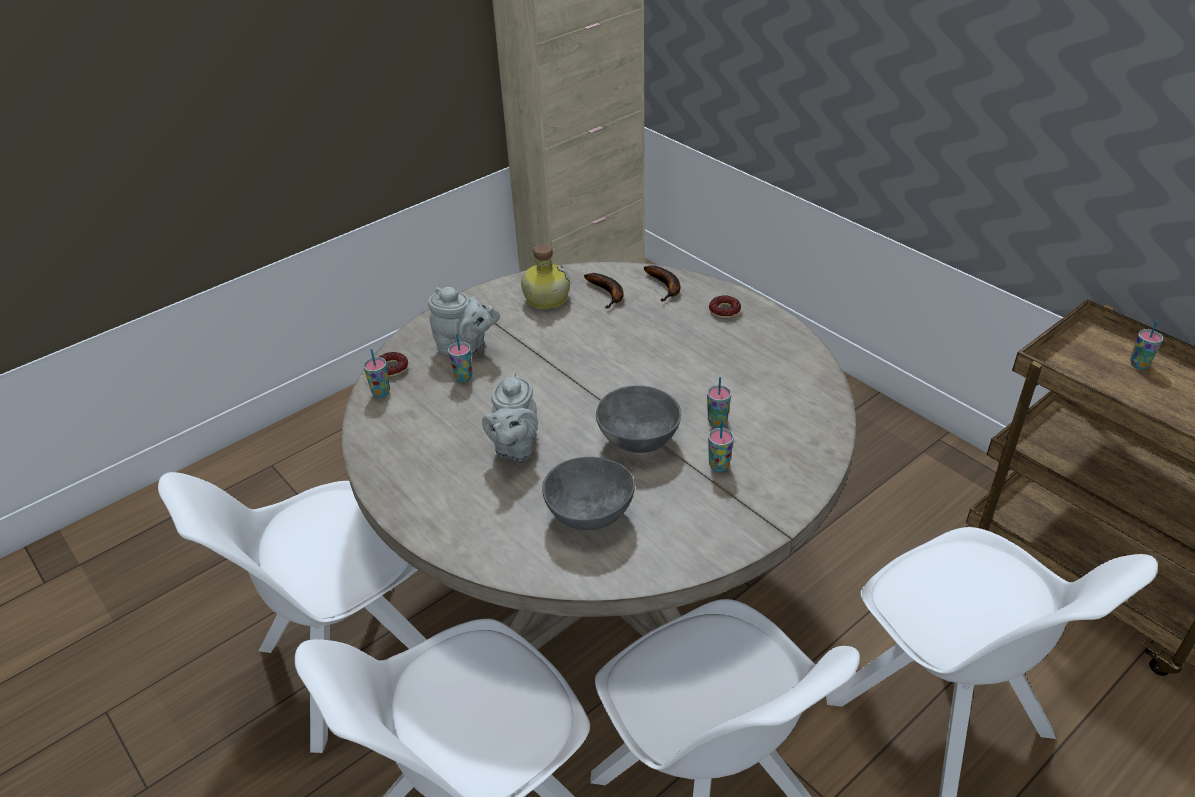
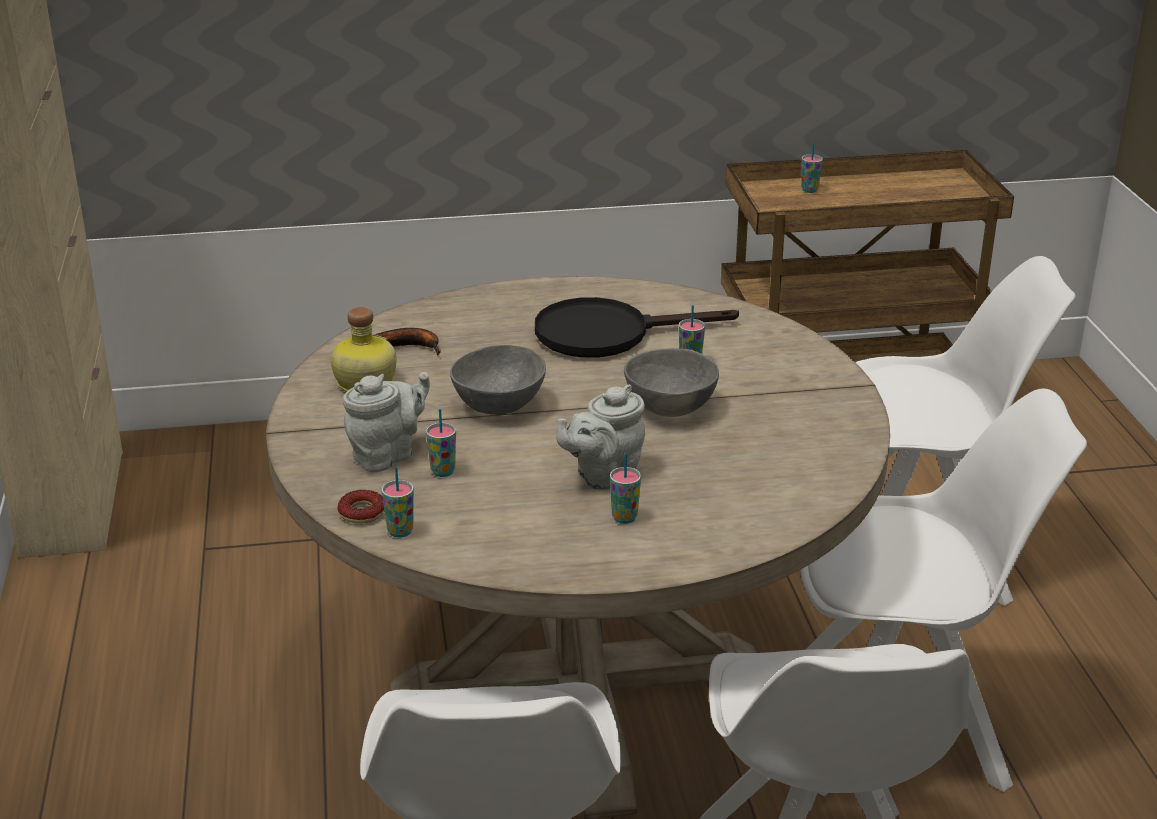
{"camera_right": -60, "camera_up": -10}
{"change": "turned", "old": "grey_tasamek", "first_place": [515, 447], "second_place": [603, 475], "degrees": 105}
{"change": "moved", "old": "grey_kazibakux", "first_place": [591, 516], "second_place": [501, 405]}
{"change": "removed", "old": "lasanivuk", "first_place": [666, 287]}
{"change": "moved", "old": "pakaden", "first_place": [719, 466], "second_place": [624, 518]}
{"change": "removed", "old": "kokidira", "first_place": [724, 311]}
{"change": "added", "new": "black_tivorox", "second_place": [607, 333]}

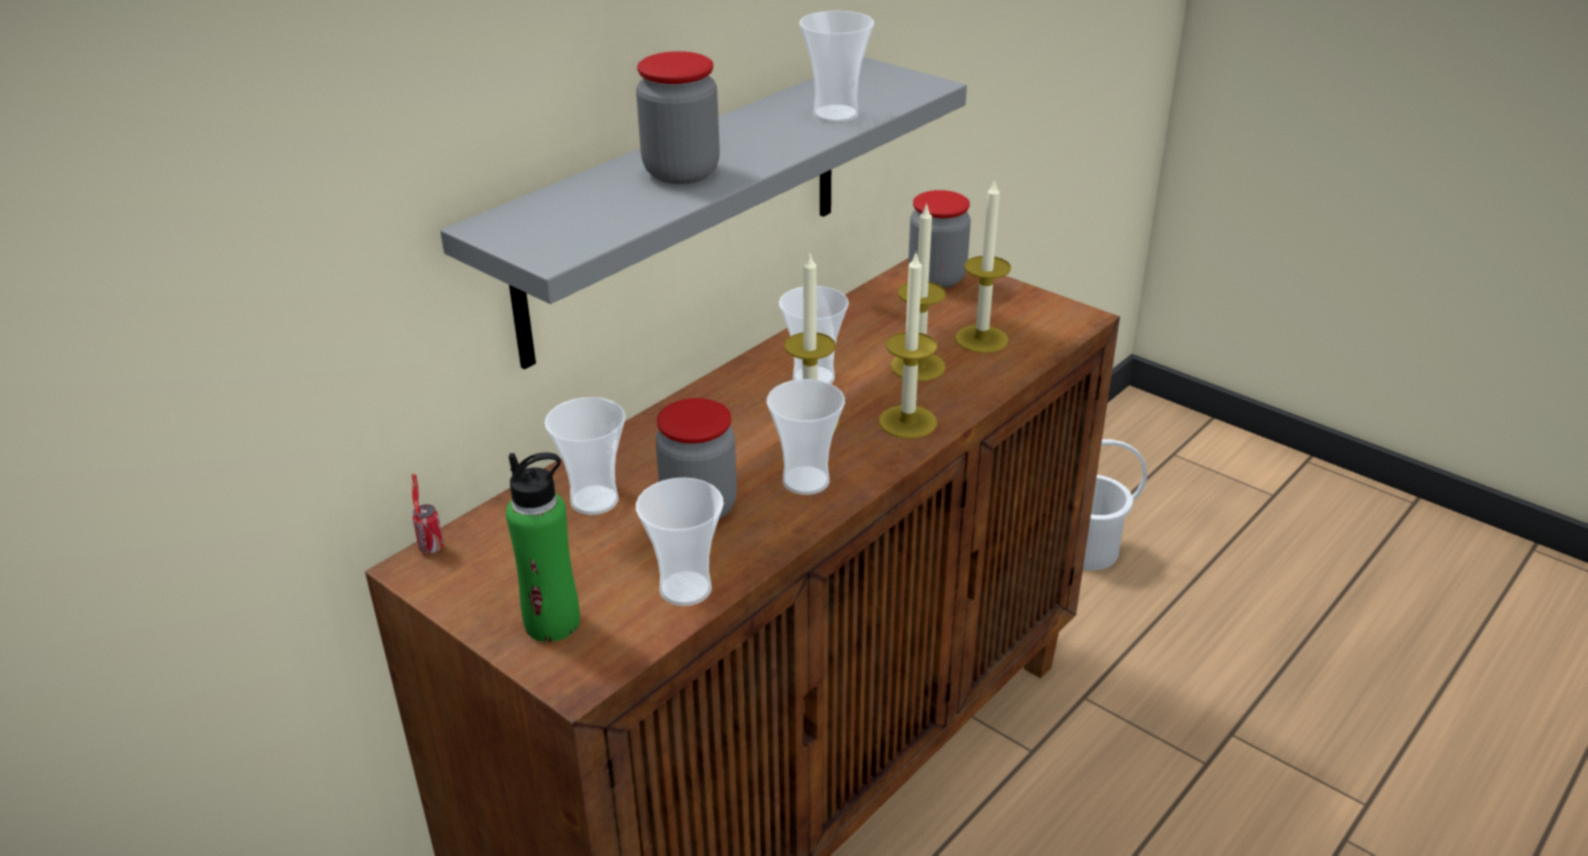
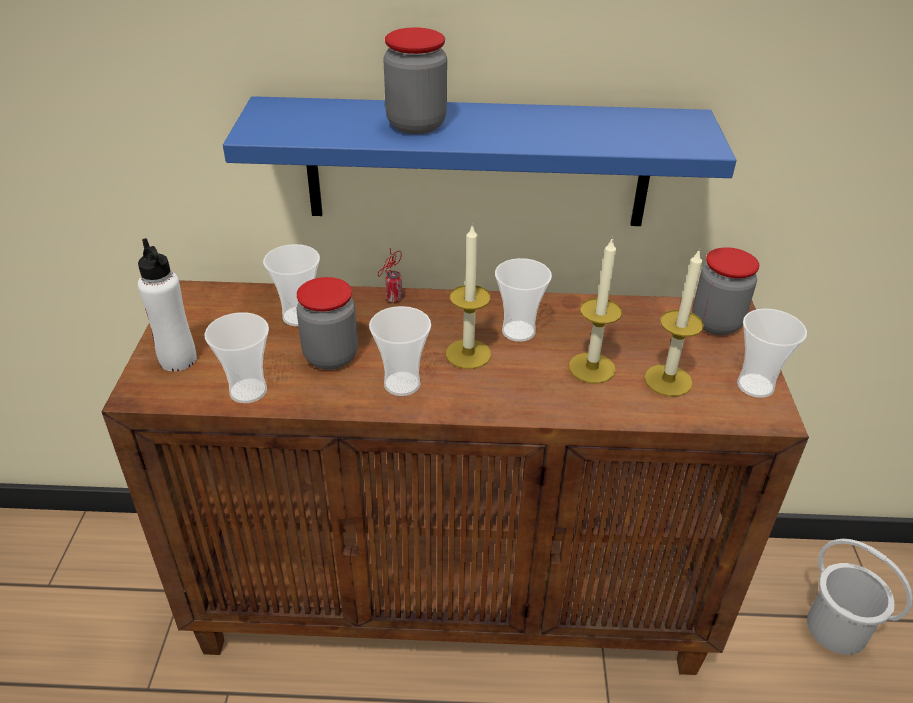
{"camera_right": 50, "camera_up": 5}
{"change": "moved", "old": "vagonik", "first_place": [431, 550], "second_place": [392, 300]}
{"change": "recoloured", "old": "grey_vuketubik", "new": "blue_vuketubik", "first_place": [685, 208], "second_place": [477, 163]}
{"change": "recoloured", "old": "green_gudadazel", "new": "white_gudadazel", "first_place": [552, 623], "second_place": [178, 360]}
{"change": "moved", "old": "pakaden", "first_place": [835, 114], "second_place": [755, 386]}
{"change": "removed", "old": "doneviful", "first_place": [907, 422]}

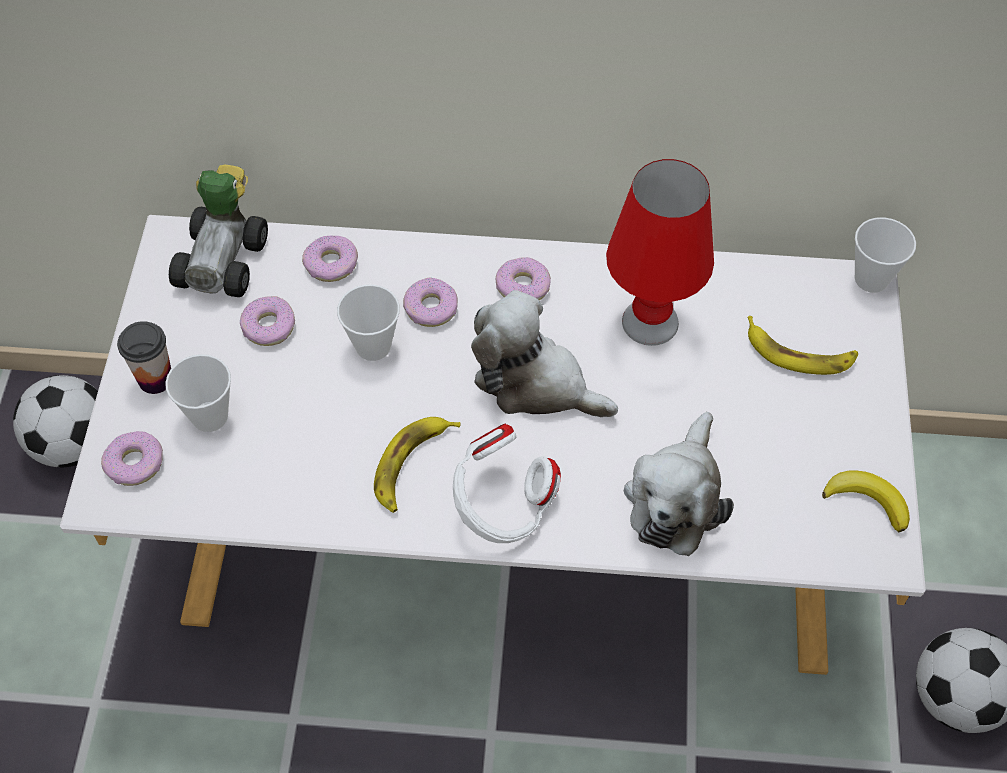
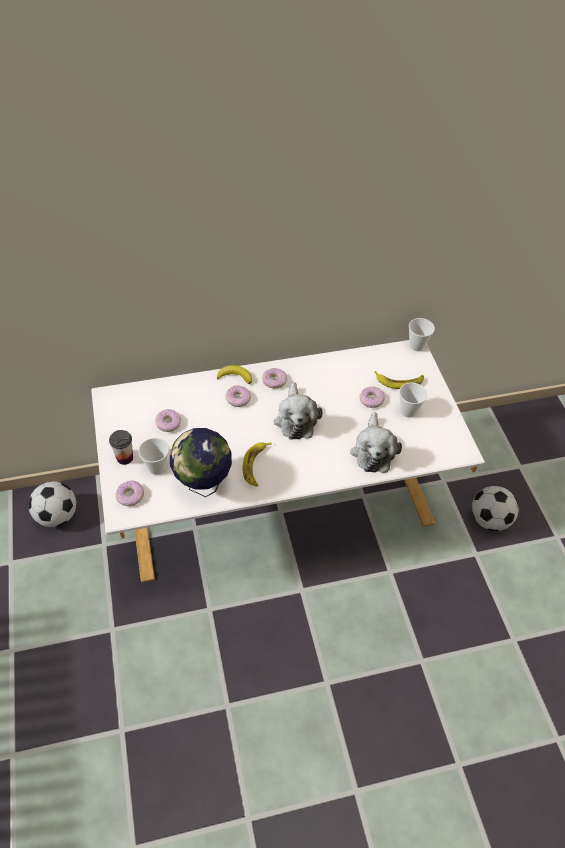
{"camera_right": -20, "camera_up": -5}
{"change": "removed", "old": "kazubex", "first_place": [226, 258]}
{"change": "moved", "old": "kokidira", "first_place": [331, 264], "second_place": [371, 400]}
{"change": "moved", "old": "pakaden", "first_place": [373, 346], "second_place": [408, 411]}
{"change": "removed", "old": "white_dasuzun", "first_place": [503, 506]}
{"change": "turned", "old": "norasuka", "first_place": [535, 382], "second_place": [295, 419], "degrees": -105}
{"change": "removed", "old": "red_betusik", "first_place": [650, 322]}
{"change": "moved", "old": "lasanivuk", "first_place": [867, 501], "second_place": [235, 376]}
{"change": "added", "new": "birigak", "second_place": [203, 485]}

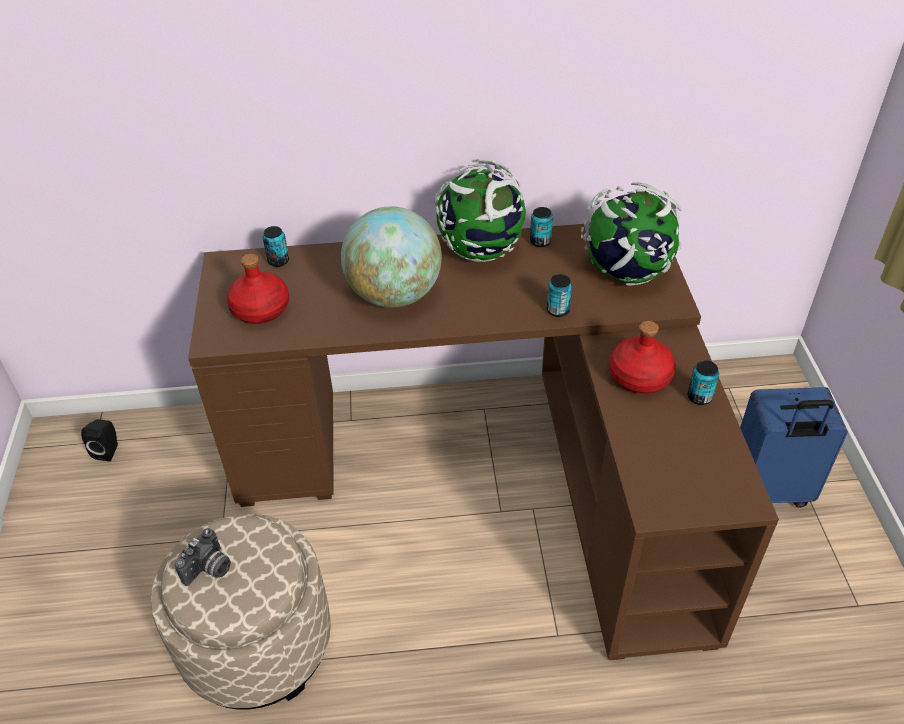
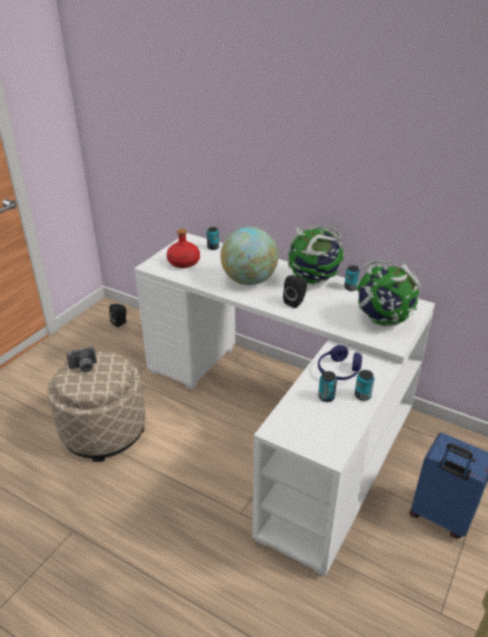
{"camera_right": 35, "camera_up": -10}
{"change": "recoloured", "old": "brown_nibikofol", "new": "white_nibikofol", "first_place": [494, 468], "second_place": [284, 418]}
{"change": "moved", "old": "vagonik", "first_place": [558, 310], "second_place": [326, 397]}
{"change": "replaced", "old": "red_gudadazel", "new": "blue_dasuzun", "first_place": [639, 377], "second_place": [338, 371]}
{"change": "added", "new": "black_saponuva", "second_place": [296, 302]}

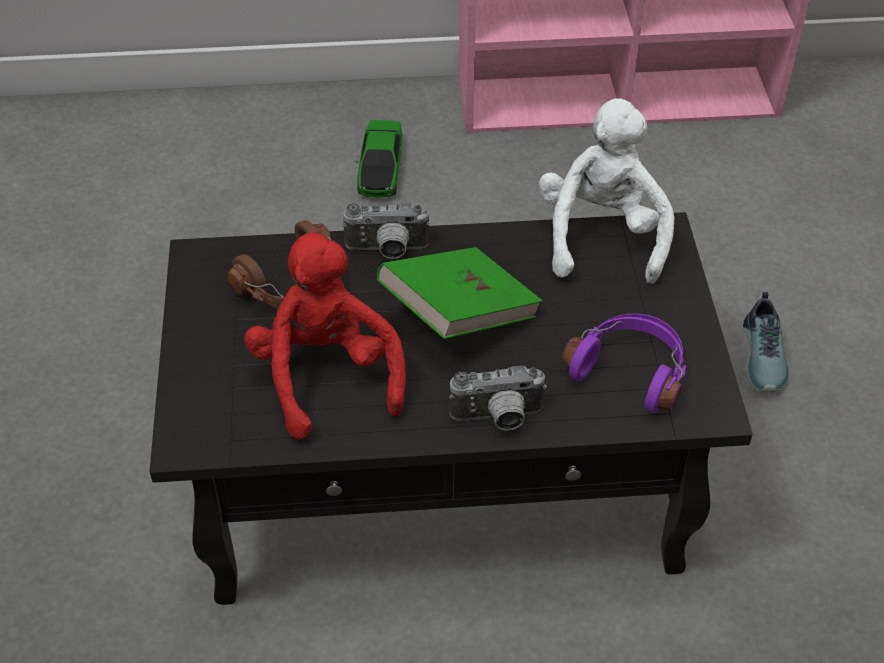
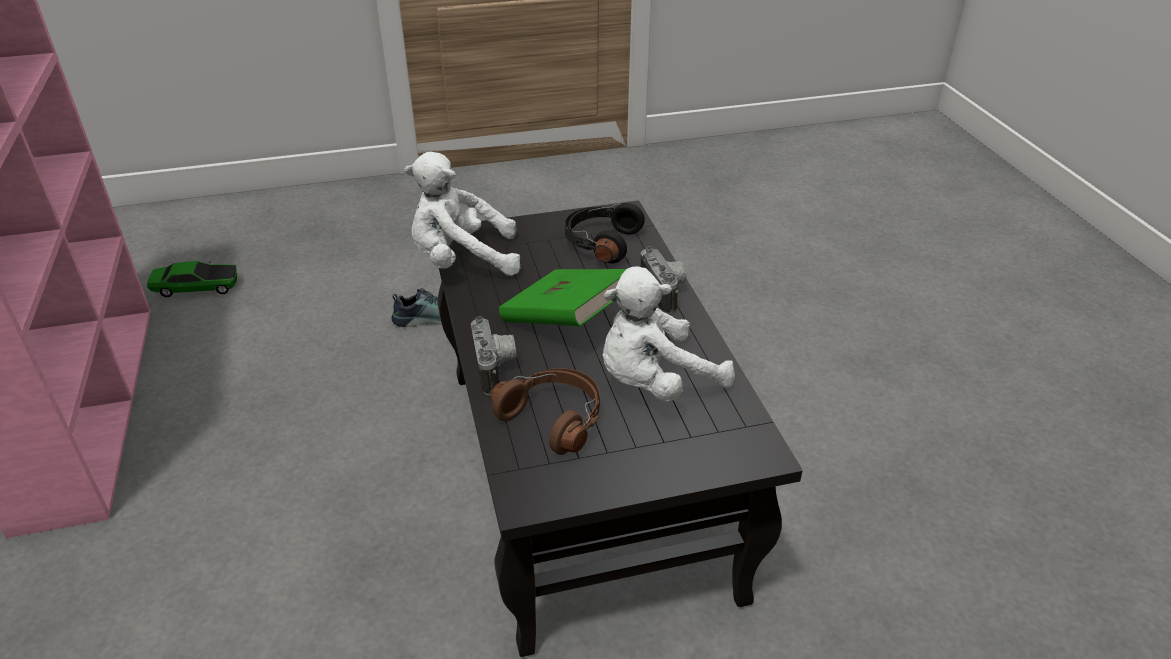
{"camera_right": -100, "camera_up": -10}
{"change": "recoloured", "old": "red_norasuka", "new": "white_norasuka", "first_place": [326, 375], "second_place": [655, 382]}
{"change": "moved", "old": "kazubex", "first_place": [381, 169], "second_place": [197, 287]}
{"change": "recoloured", "old": "purple_dasuzun", "new": "black_dasuzun", "first_place": [630, 370], "second_place": [600, 243]}

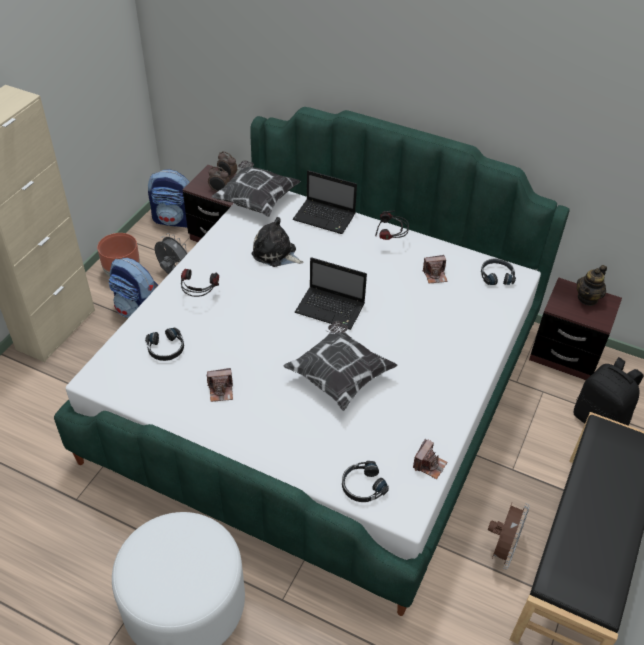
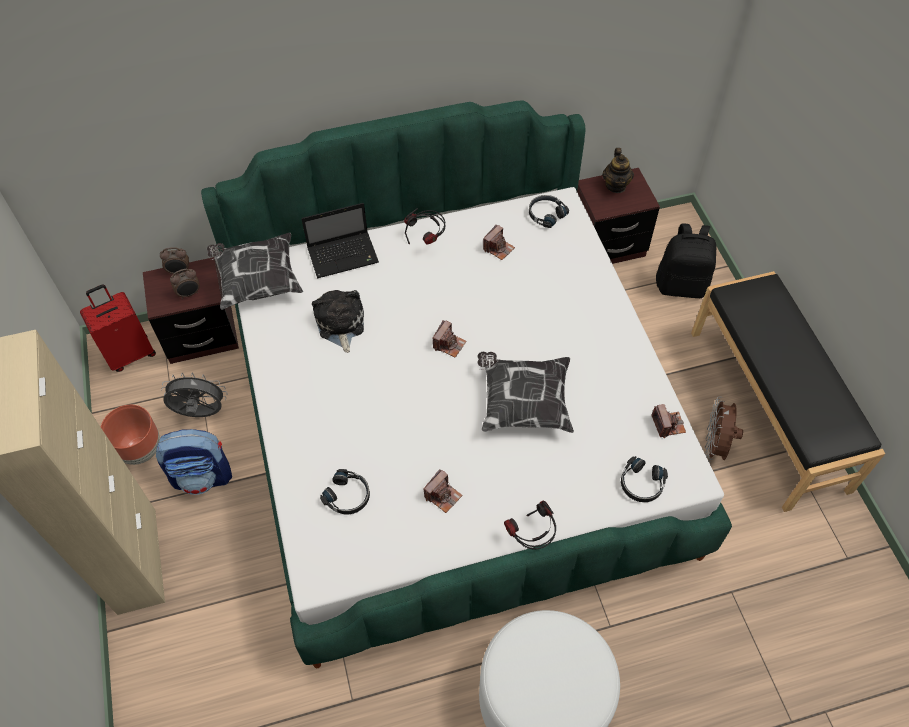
{"camera_right": -40, "camera_up": 10}
{"change": "replaced", "old": "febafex", "new": "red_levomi", "first_place": [175, 220], "second_place": [130, 353]}
{"change": "moved", "old": "dasuzun", "first_place": [199, 297], "second_place": [531, 537]}
{"change": "turned", "old": "norasuka", "first_place": [276, 254], "second_place": [340, 325], "degrees": 90}
{"change": "replaced", "old": "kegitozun", "new": "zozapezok", "first_place": [331, 309], "second_place": [449, 344]}
{"change": "turned", "old": "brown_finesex", "first_place": [501, 549], "second_place": [715, 446], "degrees": -150}

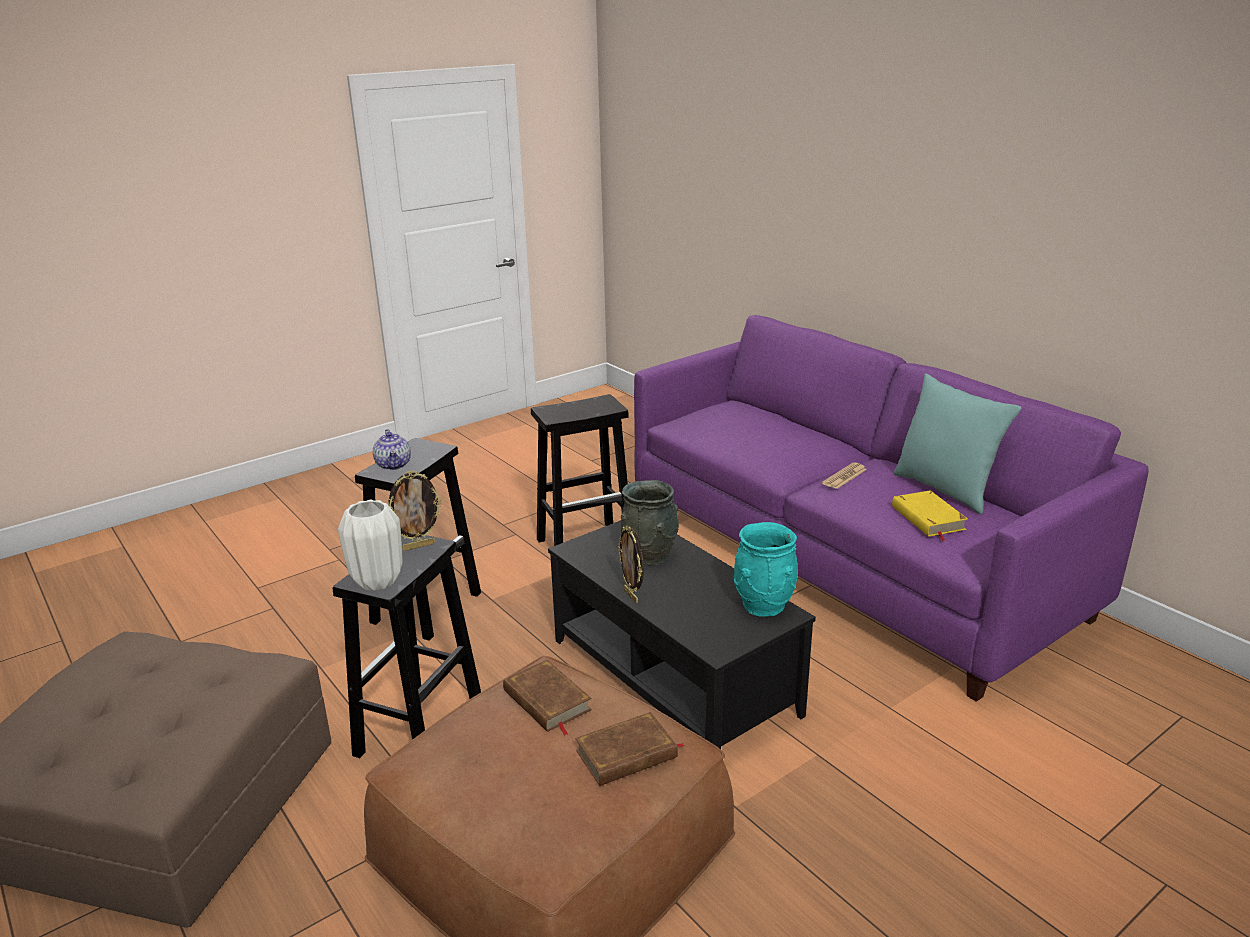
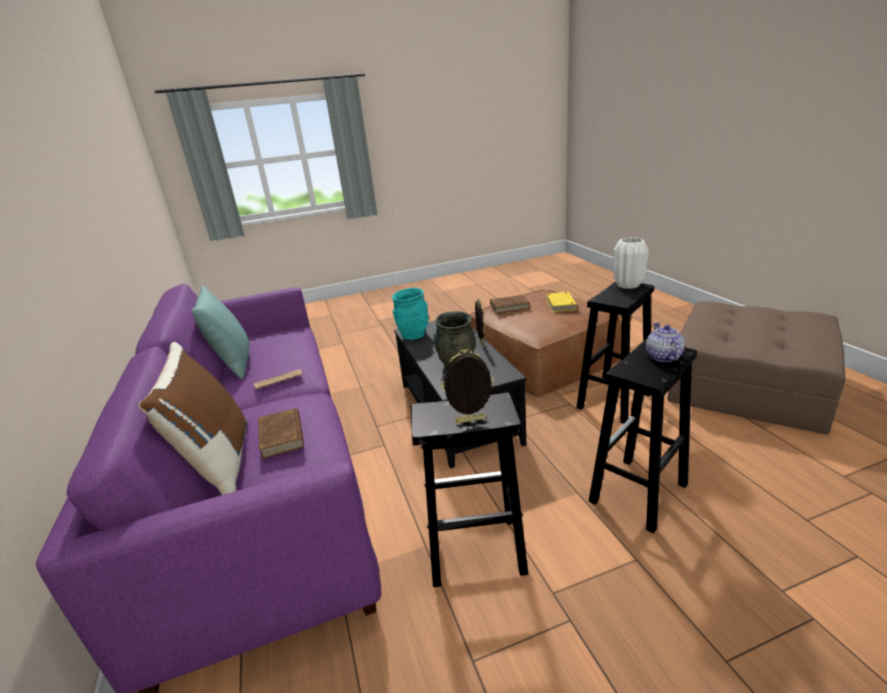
{"camera_right": -160, "camera_up": 0}
{"change": "moved", "old": "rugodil", "first_place": [419, 546], "second_place": [470, 421]}
{"change": "moved", "old": "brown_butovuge", "first_place": [546, 701], "second_place": [282, 436]}
{"change": "moved", "old": "yellow_butovuge", "first_place": [928, 518], "second_place": [561, 304]}
{"change": "added", "new": "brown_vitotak", "second_place": [219, 462]}

